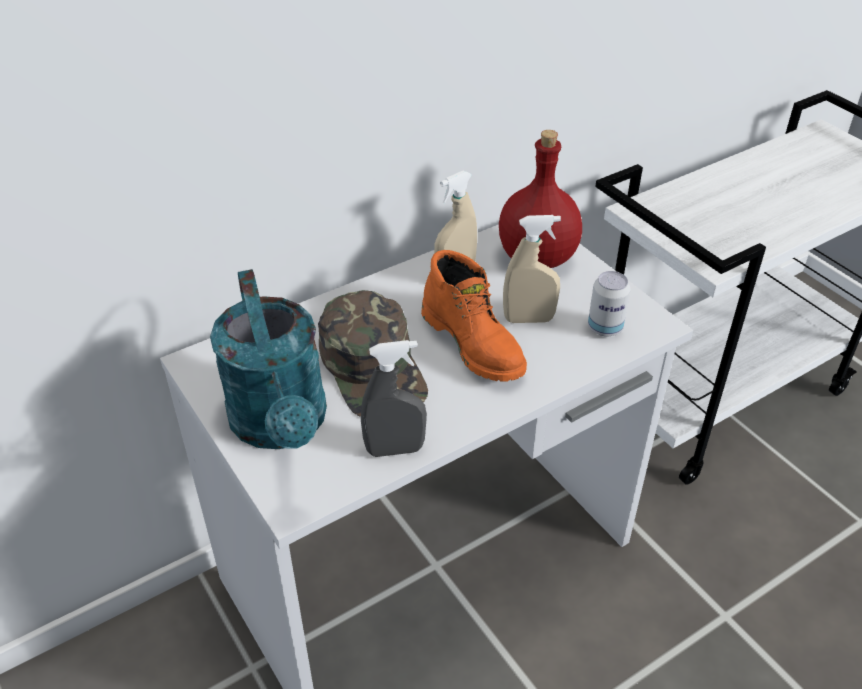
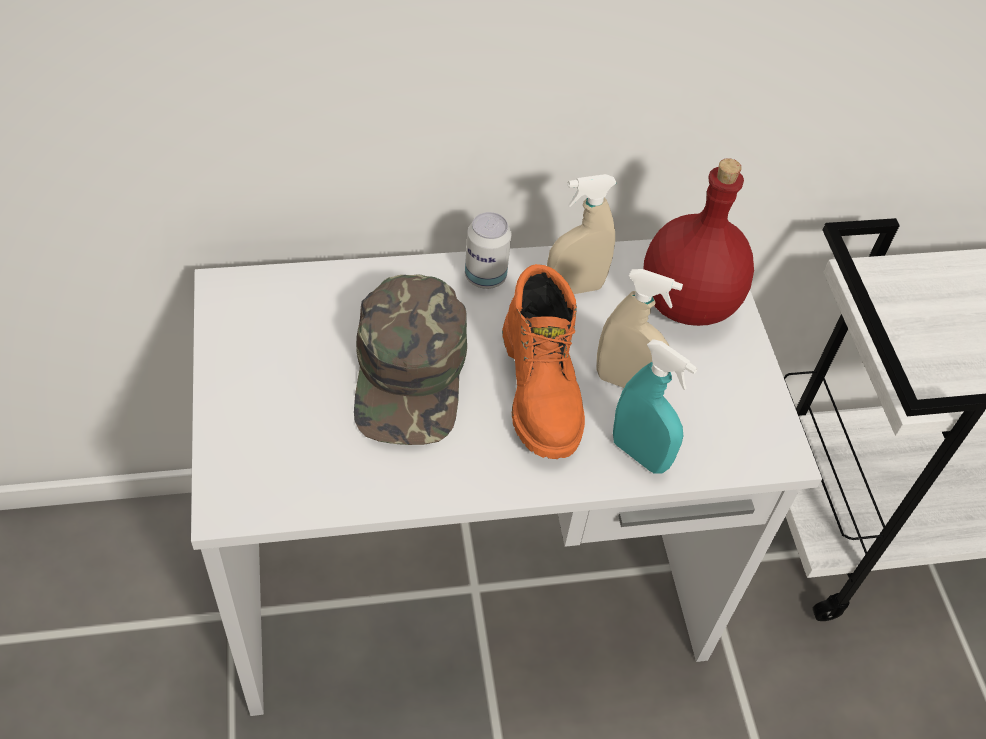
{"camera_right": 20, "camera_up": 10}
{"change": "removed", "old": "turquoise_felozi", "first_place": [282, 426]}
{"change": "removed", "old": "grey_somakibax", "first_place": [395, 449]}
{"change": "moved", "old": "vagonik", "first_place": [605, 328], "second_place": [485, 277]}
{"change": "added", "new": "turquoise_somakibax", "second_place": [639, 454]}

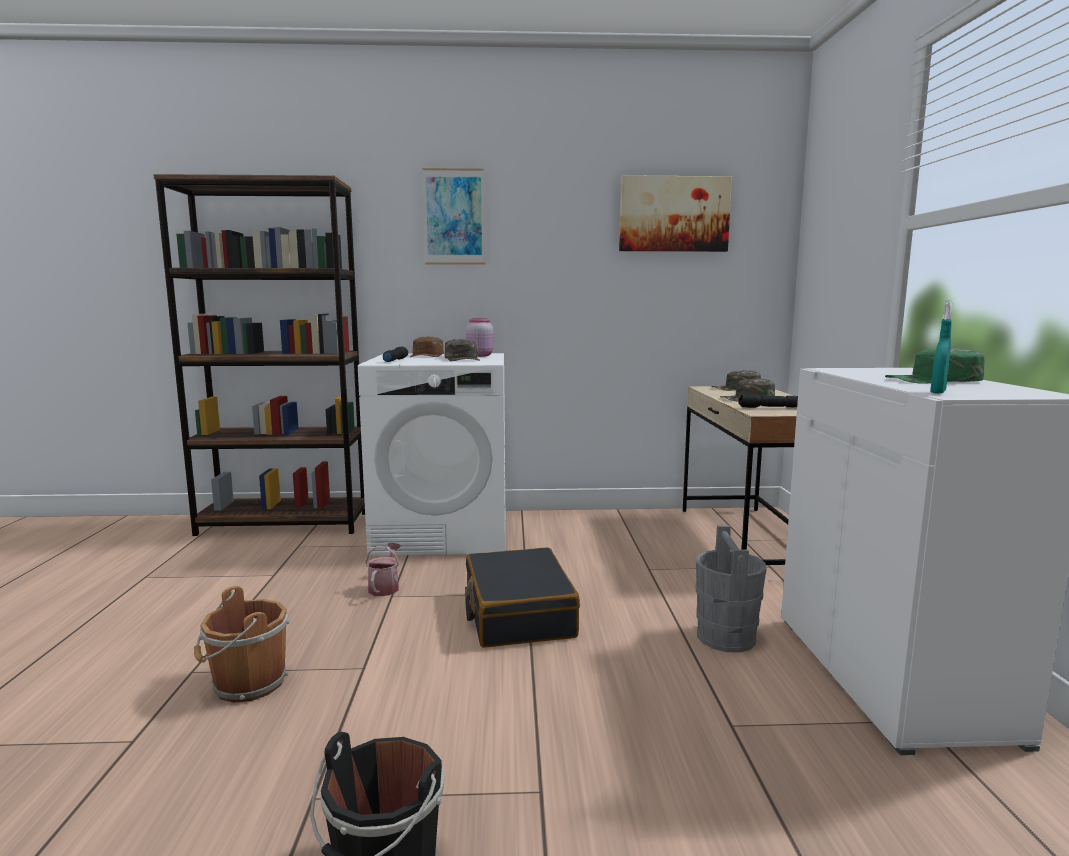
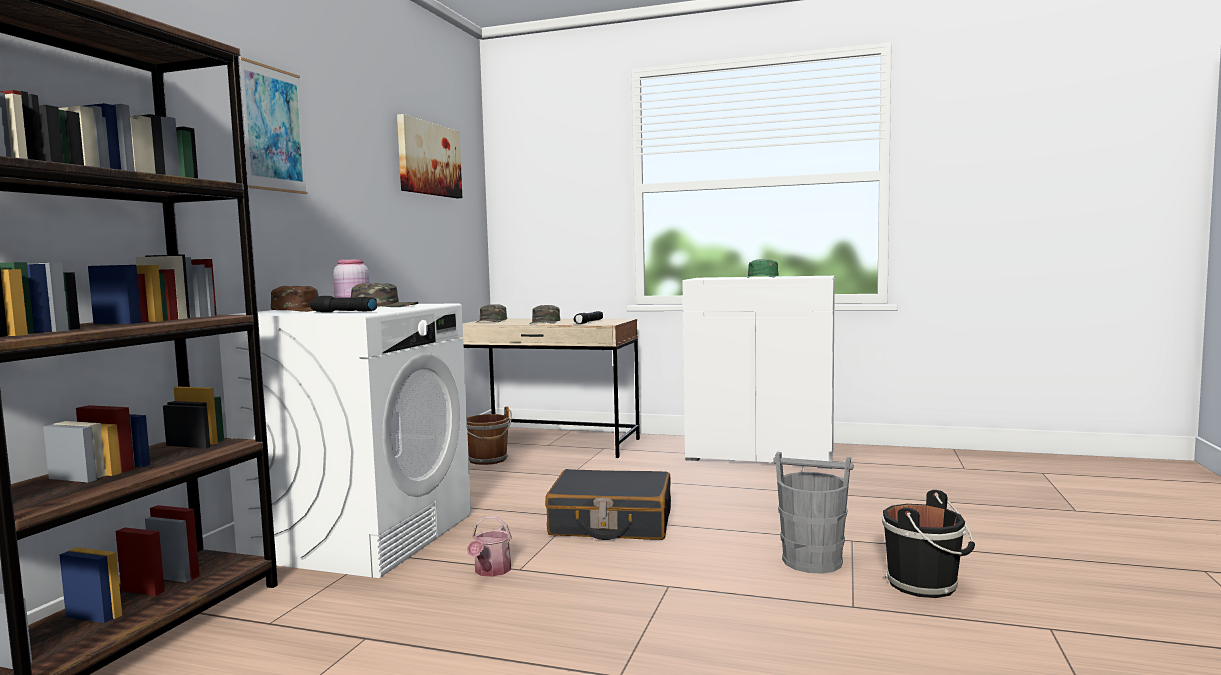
{"camera_right": -70, "camera_up": -5}
{"change": "moved", "old": "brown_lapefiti", "first_place": [246, 685], "second_place": [488, 460]}
{"change": "turned", "old": "felozi", "first_place": [385, 587], "second_place": [491, 571], "degrees": -105}
{"change": "moved", "old": "grey_lapefiti", "first_place": [726, 638], "second_place": [813, 561]}
{"change": "removed", "old": "turquoise_somakibax", "first_place": [938, 392]}

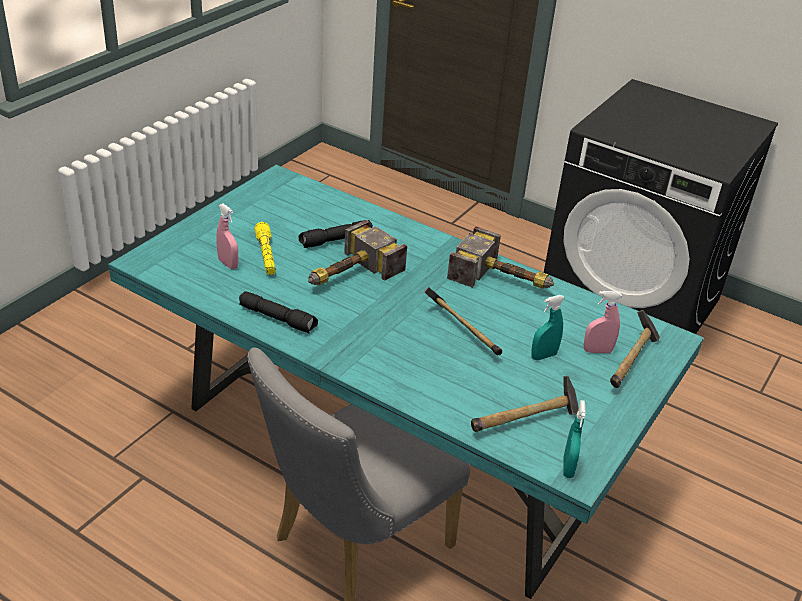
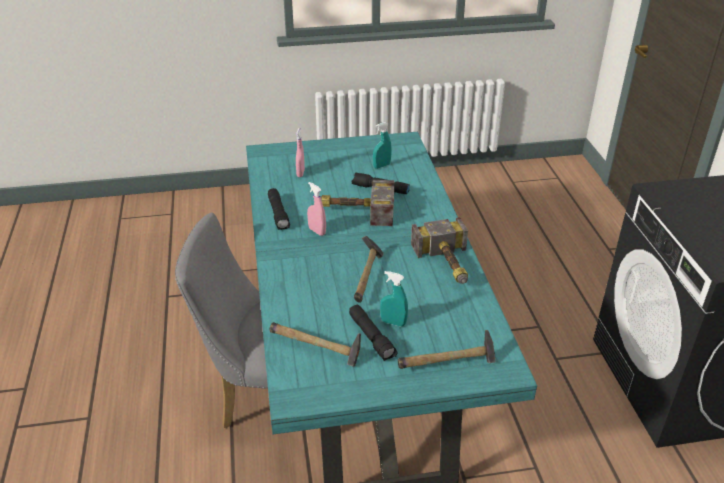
{"camera_right": 50, "camera_up": 0}
{"change": "removed", "old": "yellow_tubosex", "first_place": [266, 255]}
{"change": "moved", "old": "turquoise_somakibax", "first_place": [568, 468], "second_place": [381, 166]}
{"change": "moved", "old": "pink_somakibax", "first_place": [597, 351], "second_place": [317, 231]}
{"change": "added", "new": "black_tubosex", "second_place": [372, 337]}

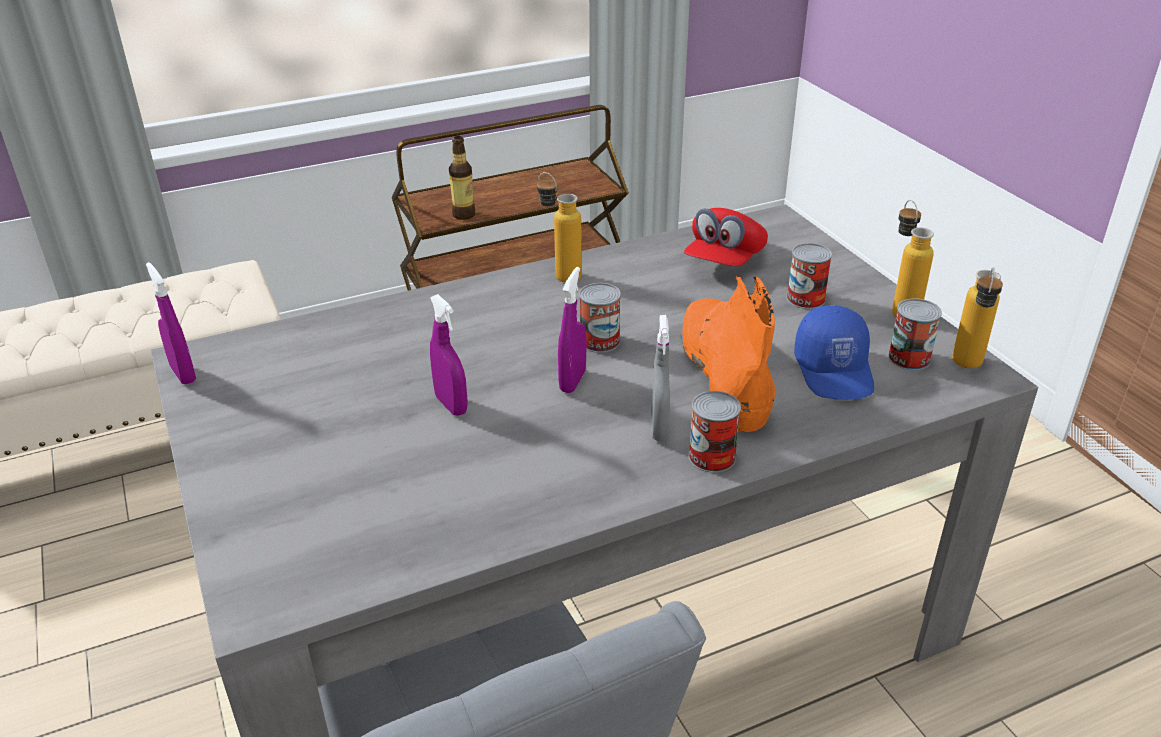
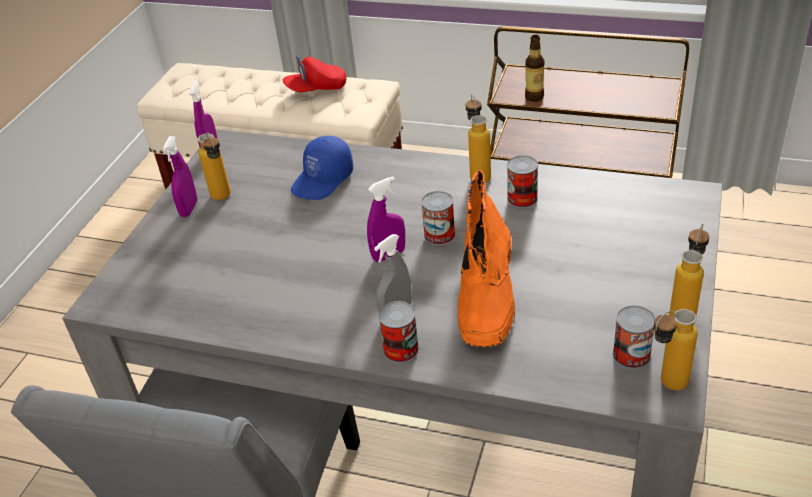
{"camera_right": 45, "camera_up": 5}
{"change": "moved", "old": "purple_somakibax", "first_place": [451, 405], "second_place": [189, 209]}
{"change": "turned", "old": "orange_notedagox", "first_place": [723, 371], "second_place": [486, 296], "degrees": 150}
{"change": "moved", "old": "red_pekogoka", "first_place": [724, 260], "second_place": [316, 89]}
{"change": "moved", "old": "vagonik", "first_place": [805, 299], "second_place": [522, 198]}
{"change": "moved", "old": "blue_pekogoka", "first_place": [835, 371], "second_place": [323, 180]}
{"change": "added", "new": "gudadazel", "second_place": [223, 199]}

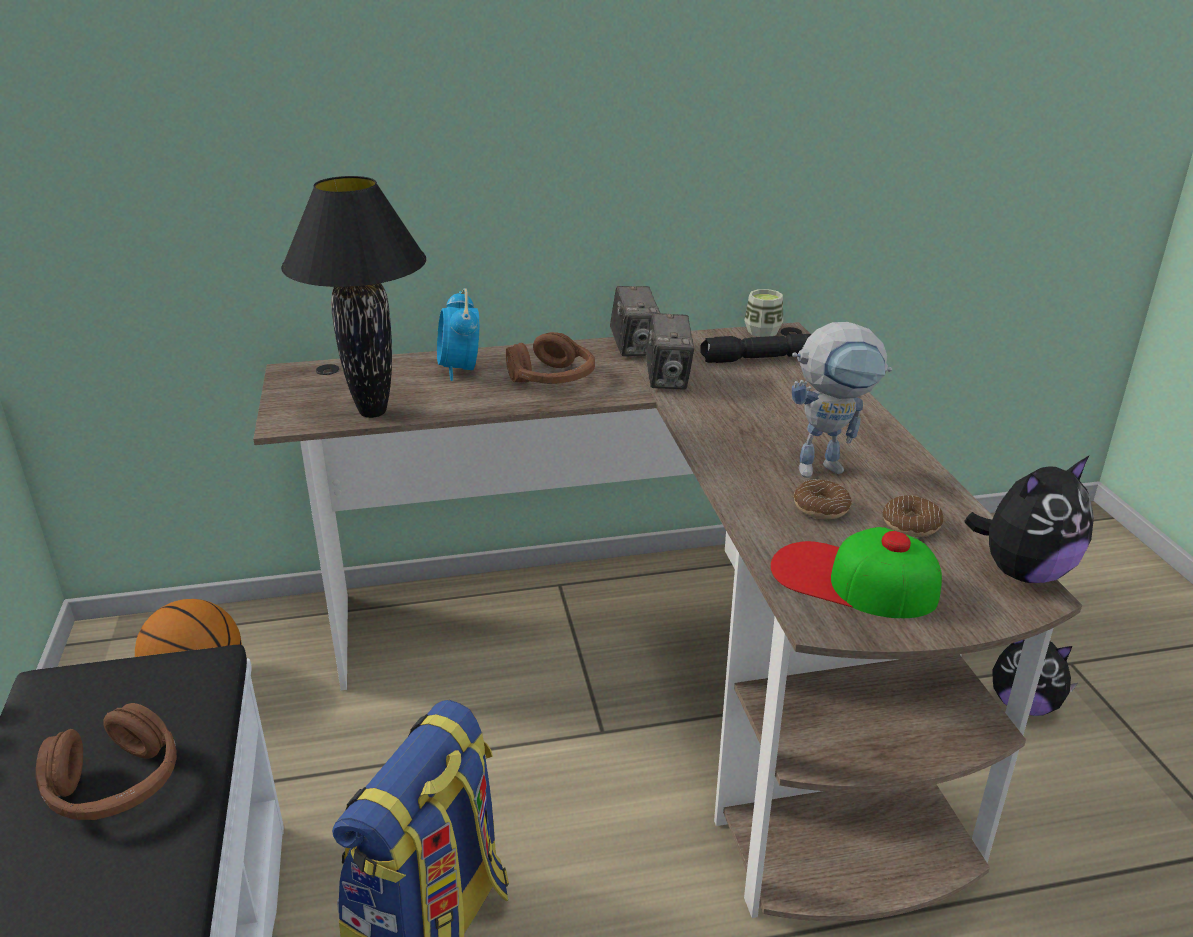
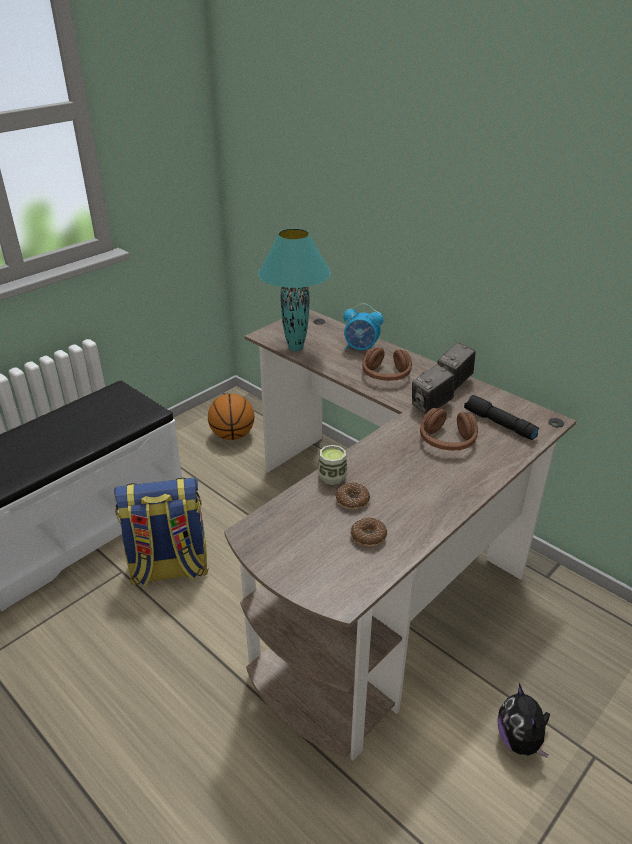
{"camera_right": 55, "camera_up": 5}
{"change": "moved", "old": "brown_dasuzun", "first_place": [115, 785], "second_place": [447, 441]}
{"change": "recoloured", "old": "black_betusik", "new": "turquoise_betusik", "first_place": [371, 412], "second_place": [295, 348]}
{"change": "turned", "old": "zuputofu", "first_place": [460, 370], "second_place": [361, 349], "degrees": -120}
{"change": "moved", "old": "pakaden", "first_place": [762, 331], "second_place": [332, 477]}
{"change": "removed", "old": "pekogoka", "first_place": [852, 580]}
{"change": "removed", "old": "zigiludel", "first_place": [829, 466]}
{"change": "removed", "old": "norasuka", "first_place": [1023, 572]}

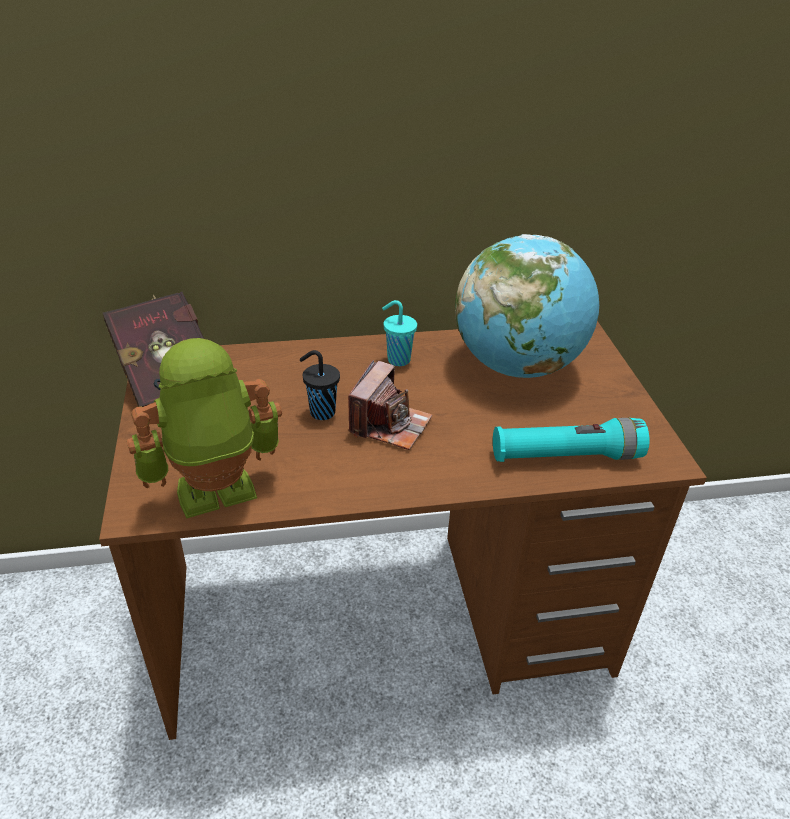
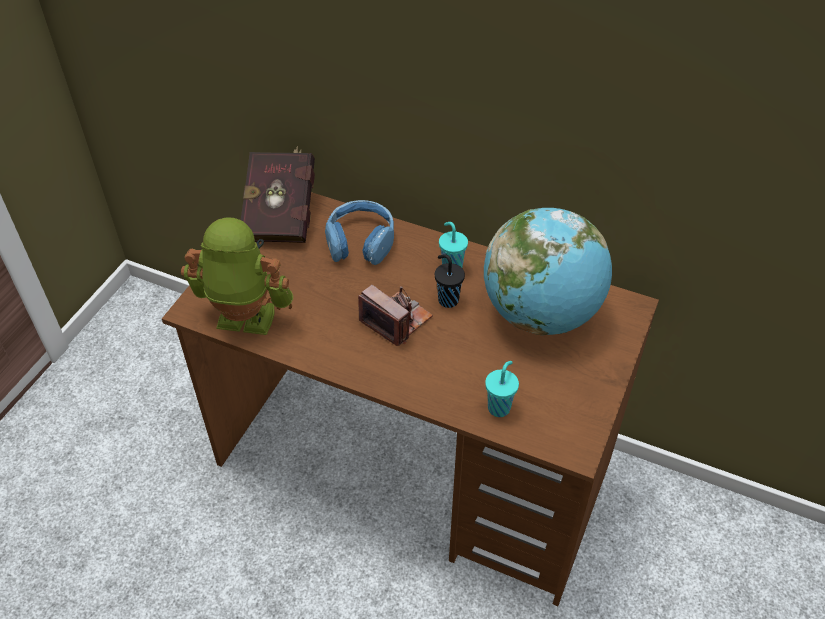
{"camera_right": 35, "camera_up": 10}
{"change": "moved", "old": "black_pakaden", "first_place": [321, 412], "second_place": [447, 299]}
{"change": "turned", "old": "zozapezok", "first_place": [389, 424], "second_place": [396, 320], "degrees": -105}
{"change": "replaced", "old": "turquoise_tubosex", "new": "turquoise_pakaden", "first_place": [566, 456], "second_place": [499, 407]}
{"change": "added", "new": "blue_dasuzun", "second_place": [360, 242]}

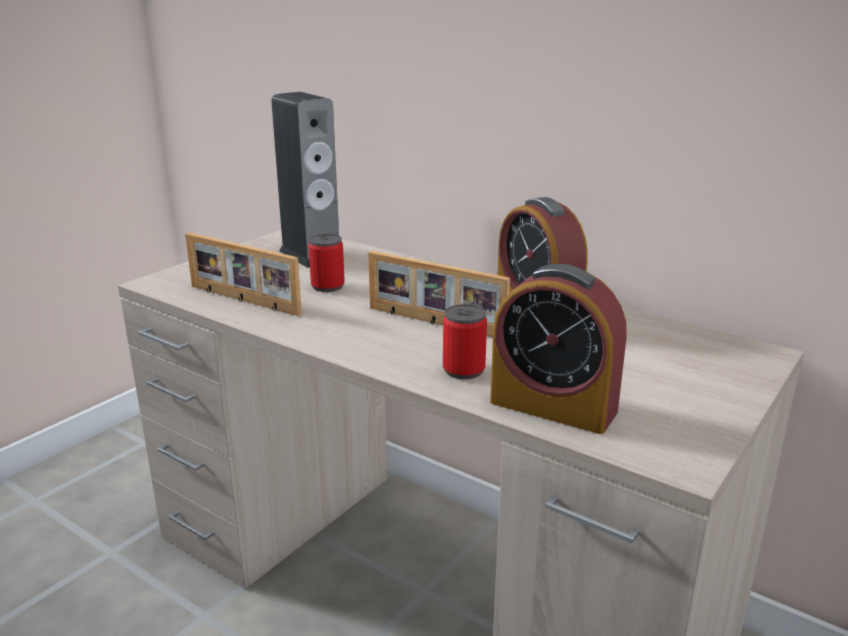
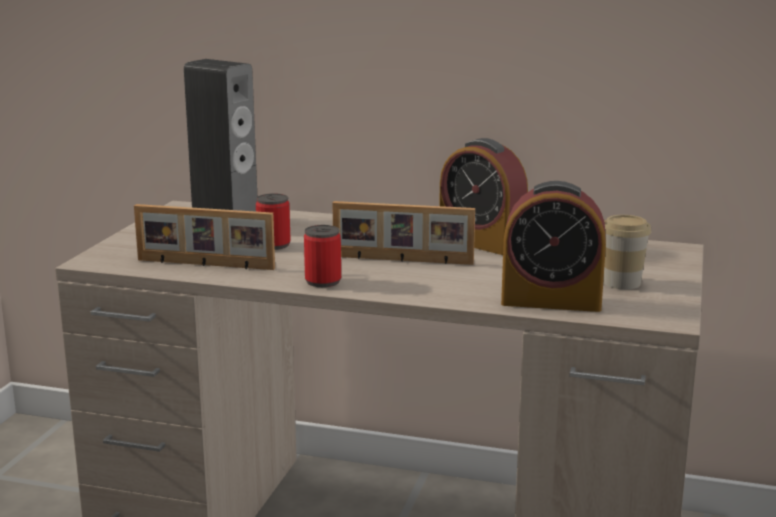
{"camera_right": -20, "camera_up": -5}
{"change": "moved", "old": "vagonik", "first_place": [463, 370], "second_place": [323, 281]}
{"change": "added", "new": "pakaden", "second_place": [621, 283]}

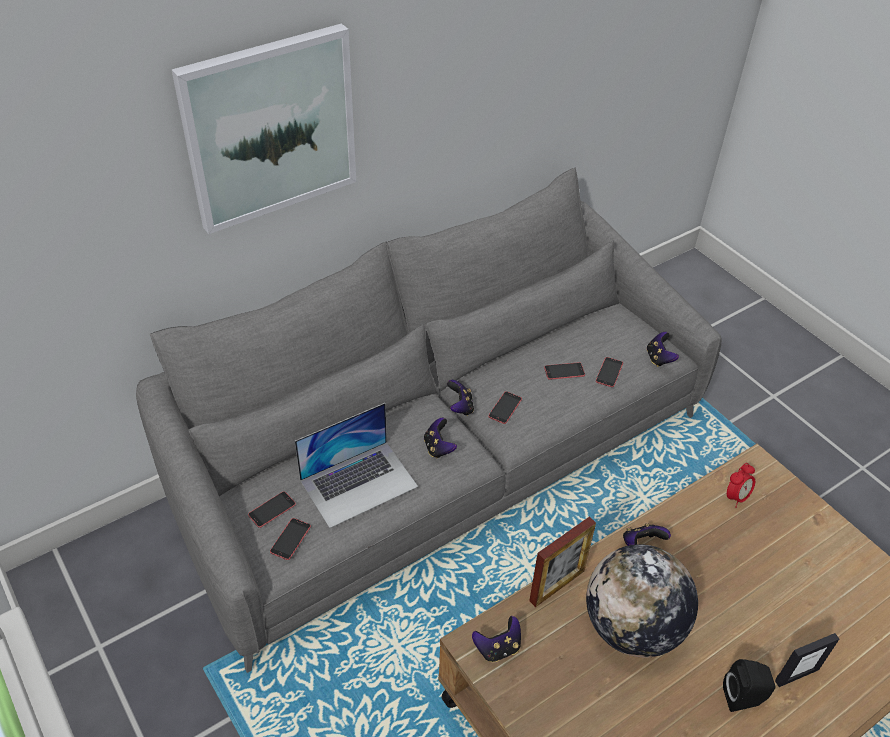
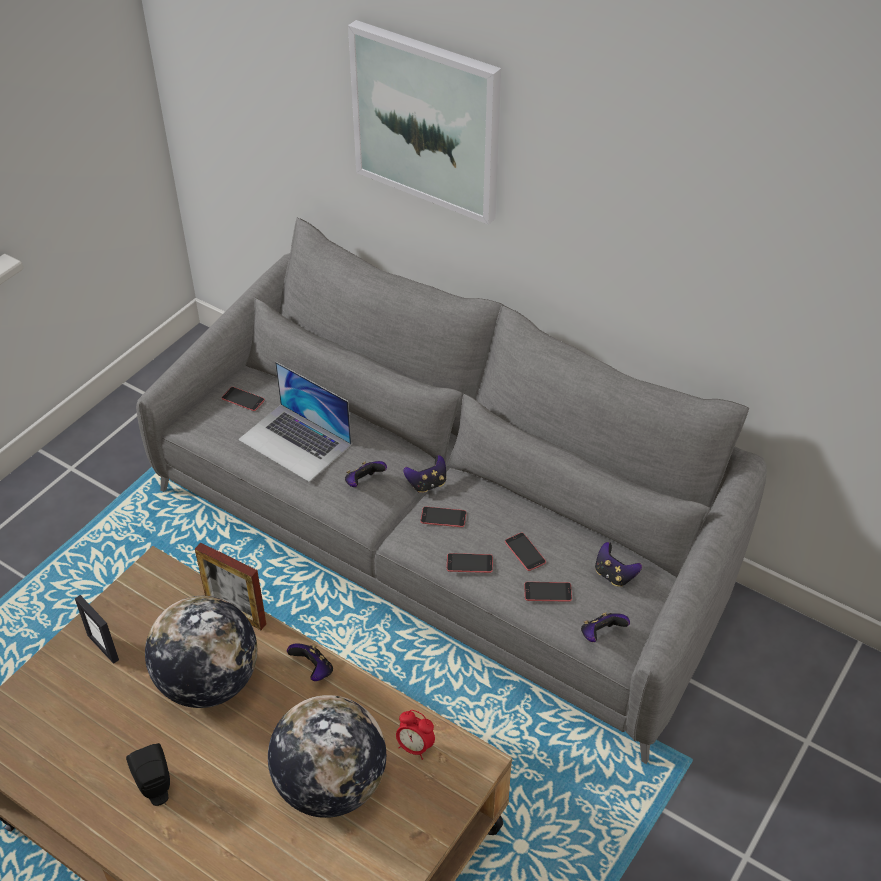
{"camera_right": 70, "camera_up": 0}
{"change": "moved", "old": "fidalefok", "first_place": [290, 539], "second_place": [469, 563]}
{"change": "moved", "old": "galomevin", "first_place": [498, 648], "second_place": [614, 575]}
{"change": "moved", "old": "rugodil", "first_place": [796, 675], "second_place": [103, 647]}
{"change": "added", "new": "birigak", "second_place": [330, 785]}

